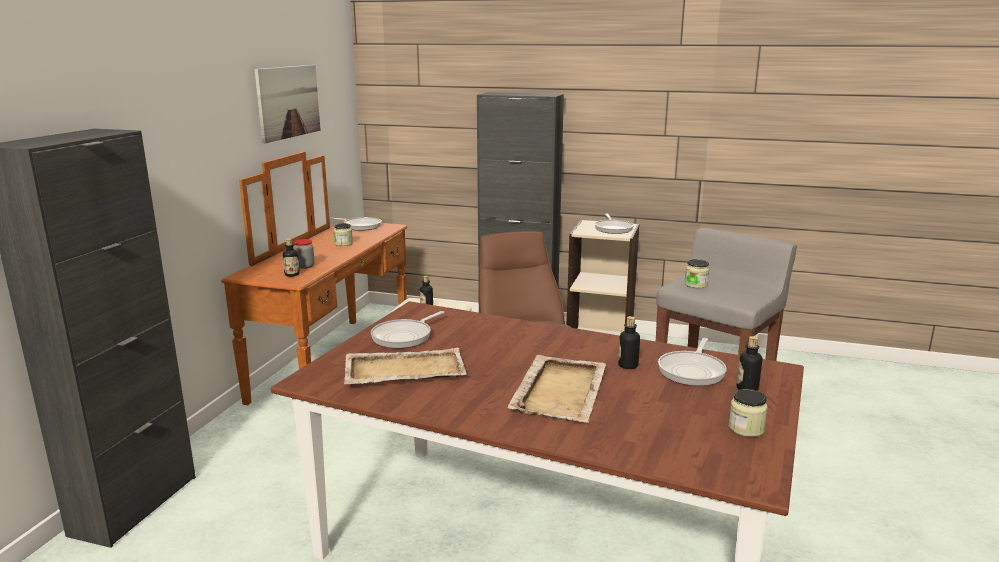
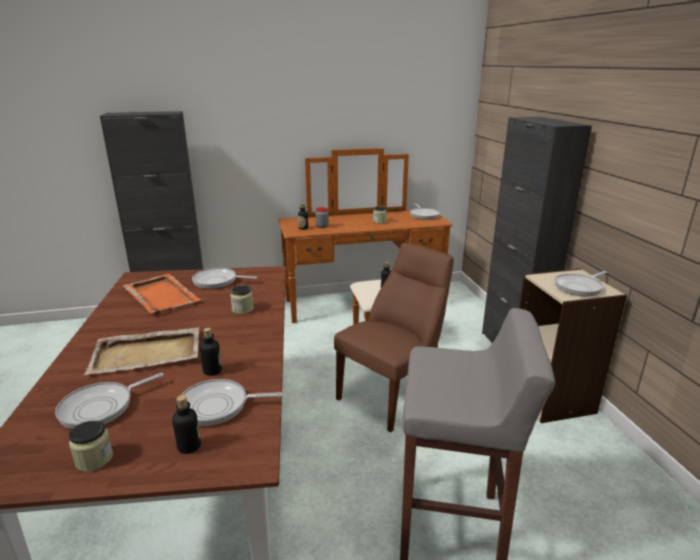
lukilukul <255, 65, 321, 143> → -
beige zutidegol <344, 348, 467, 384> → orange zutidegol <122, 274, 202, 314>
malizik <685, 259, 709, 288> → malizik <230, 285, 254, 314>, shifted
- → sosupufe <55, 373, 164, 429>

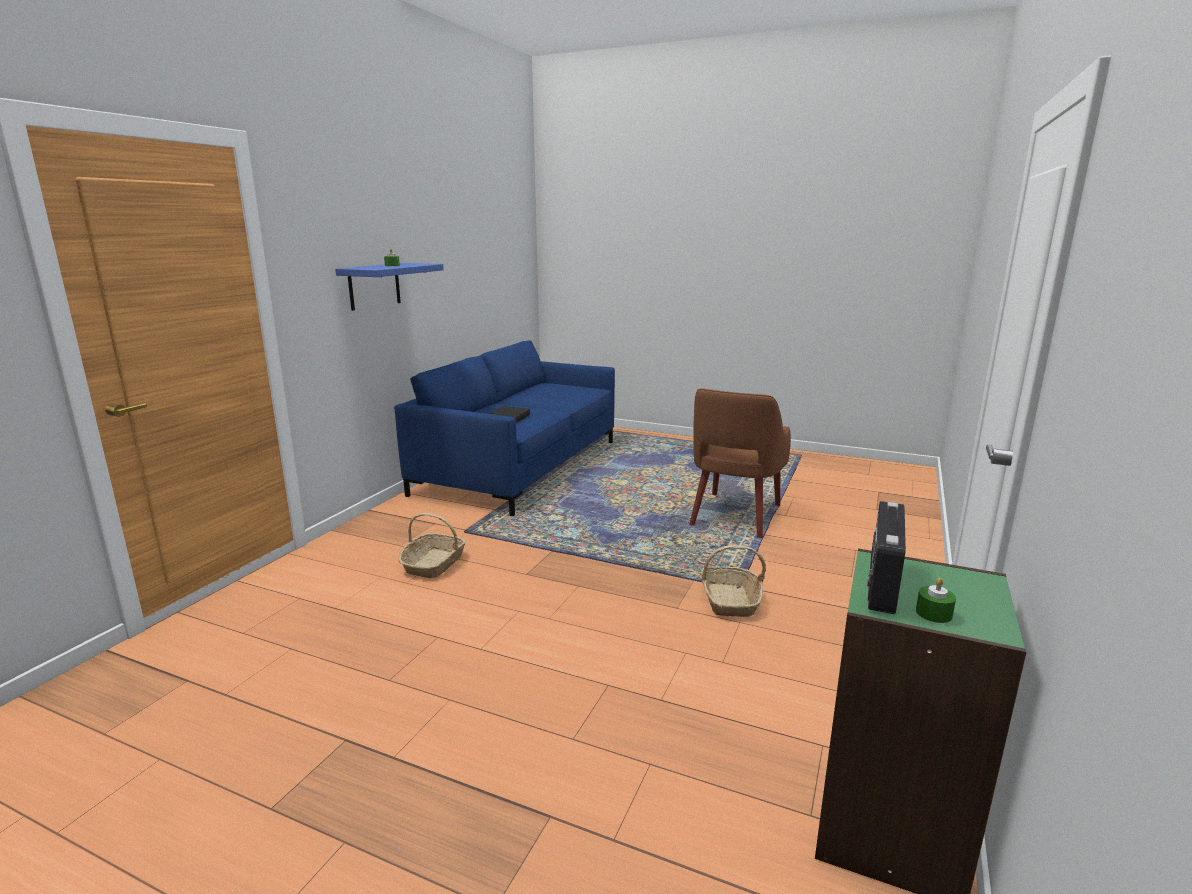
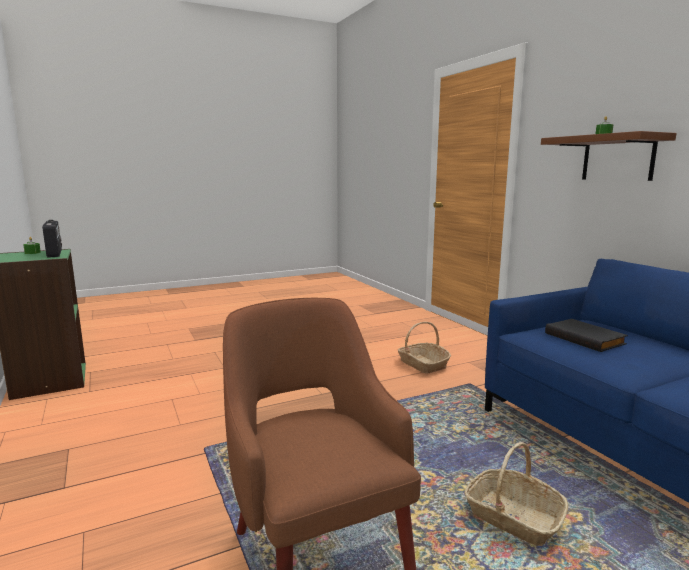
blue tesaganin <335, 263, 444, 311> → brown tesaganin <541, 131, 677, 181>
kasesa <701, 545, 766, 617> → kasesa <464, 442, 568, 546>, shifted

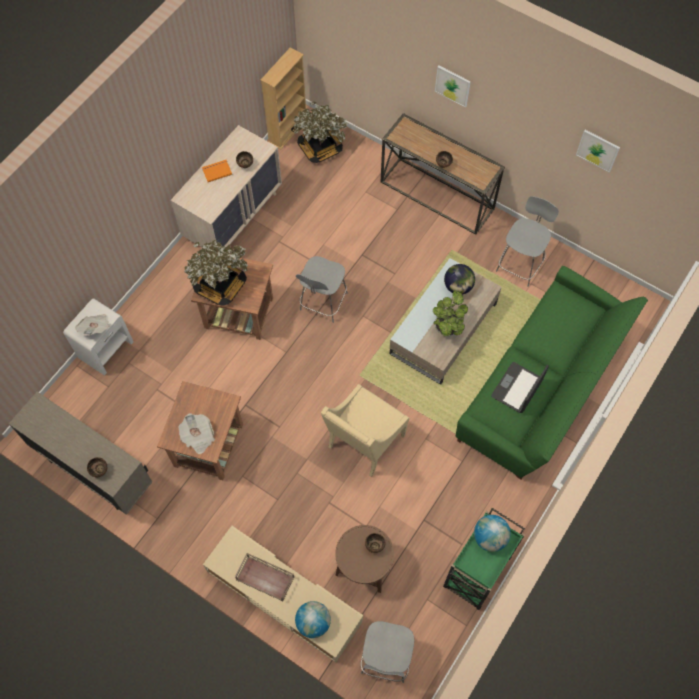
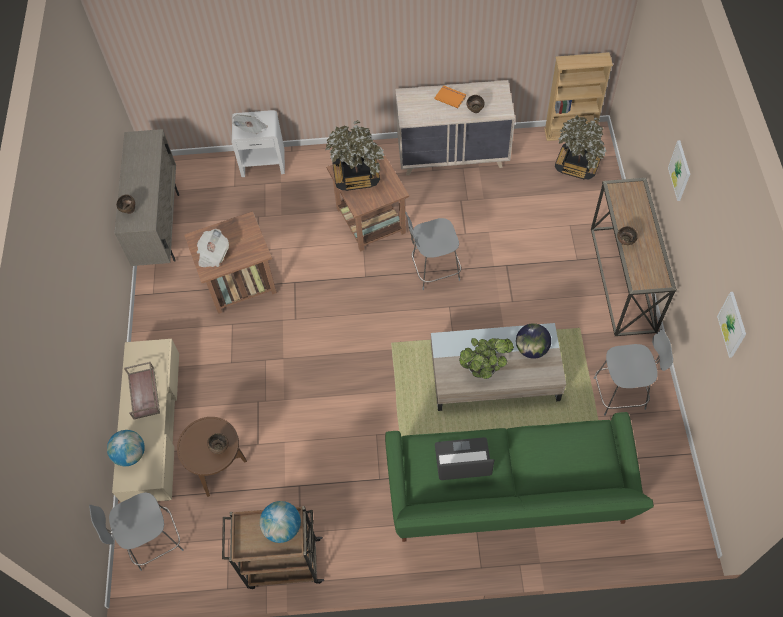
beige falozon <321, 384, 409, 477> → -
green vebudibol <443, 508, 525, 610> → brown vebudibol <222, 506, 324, 589>

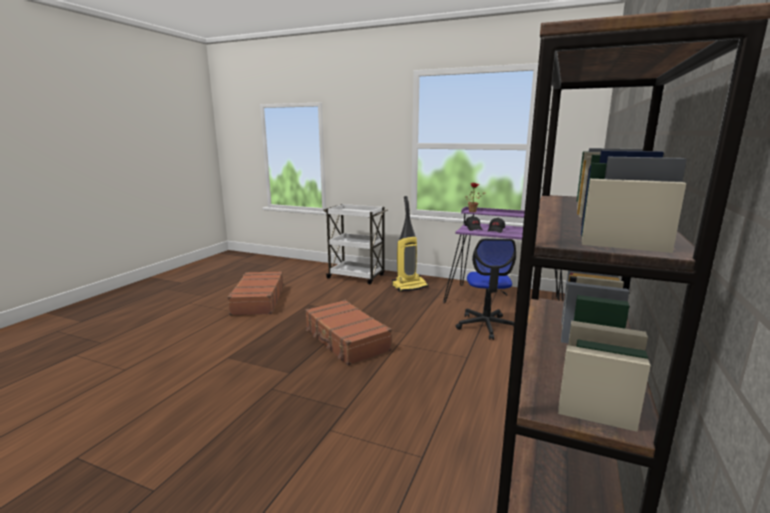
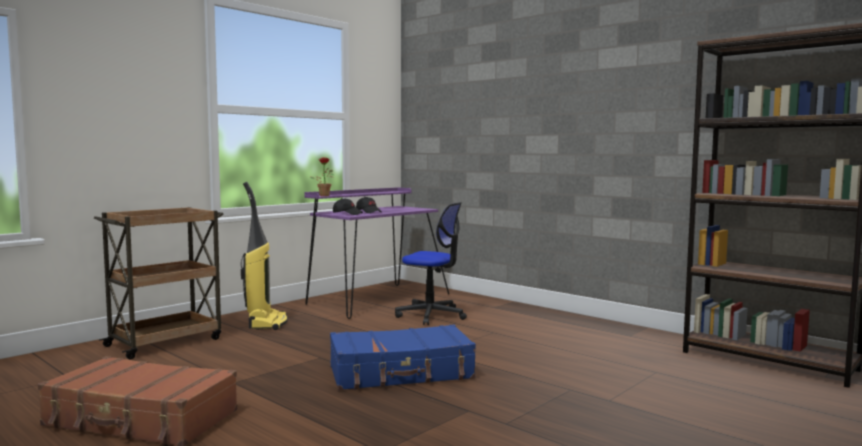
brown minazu <305, 300, 392, 366> → blue minazu <330, 325, 476, 390>
white vebudibol <323, 204, 388, 285> → brown vebudibol <94, 207, 224, 359>

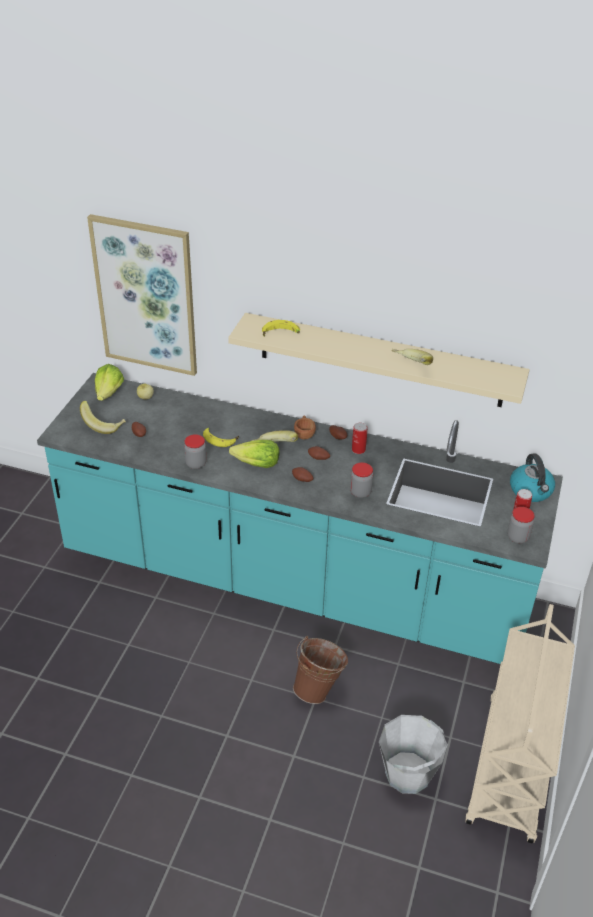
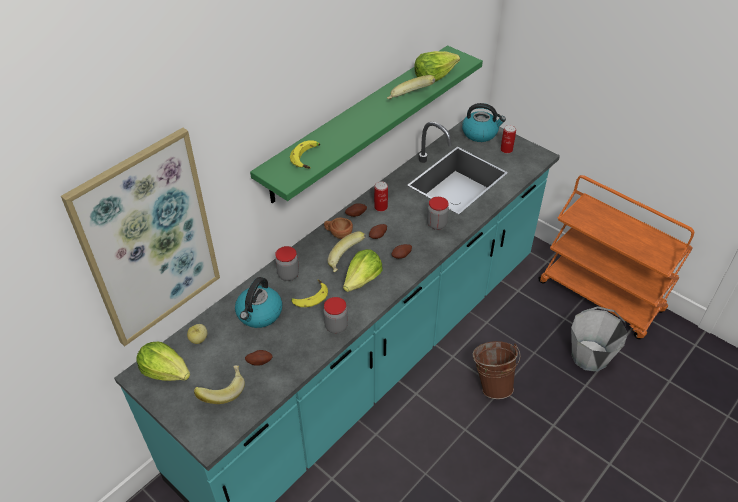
beige tesaganin <228, 313, 530, 407> → green tesaganin <250, 45, 483, 203>
beige vebudibol <465, 604, 575, 844> → orange vebudibol <538, 175, 694, 339>
malizik <507, 507, 535, 543> → malizik <275, 246, 299, 281>, shifted
- → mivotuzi <235, 277, 282, 328>
- → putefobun <414, 51, 460, 82>

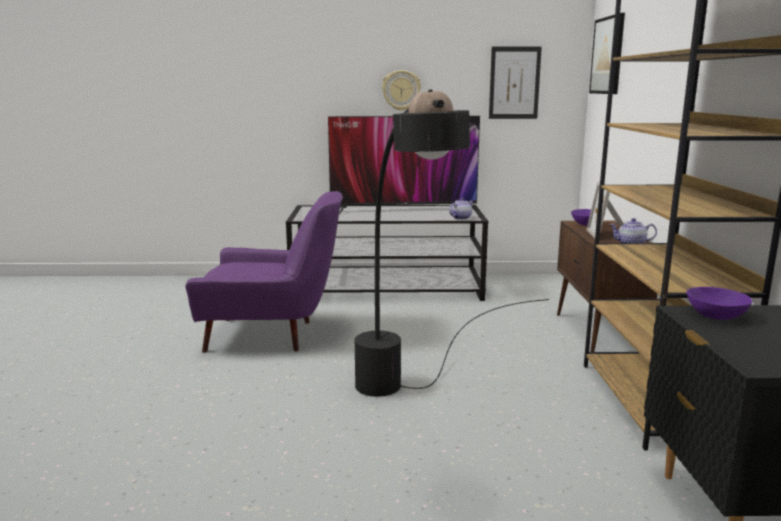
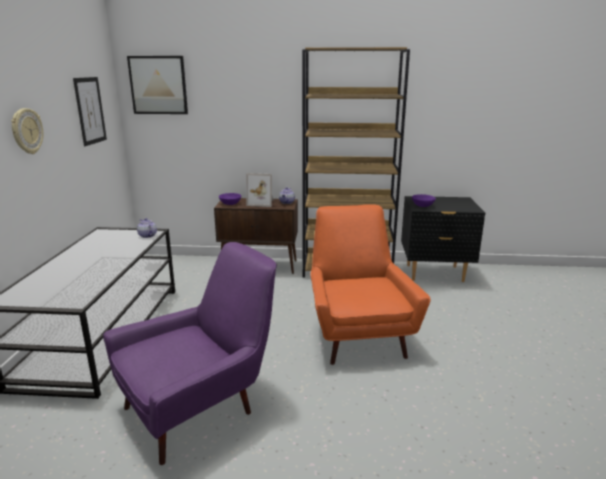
purple falozon <186, 191, 343, 353> → purple falozon <103, 242, 277, 465>, 45 degrees clockwise
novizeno <328, 116, 480, 215> → -
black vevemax <355, 90, 549, 397> → orange falozon <310, 204, 431, 365>

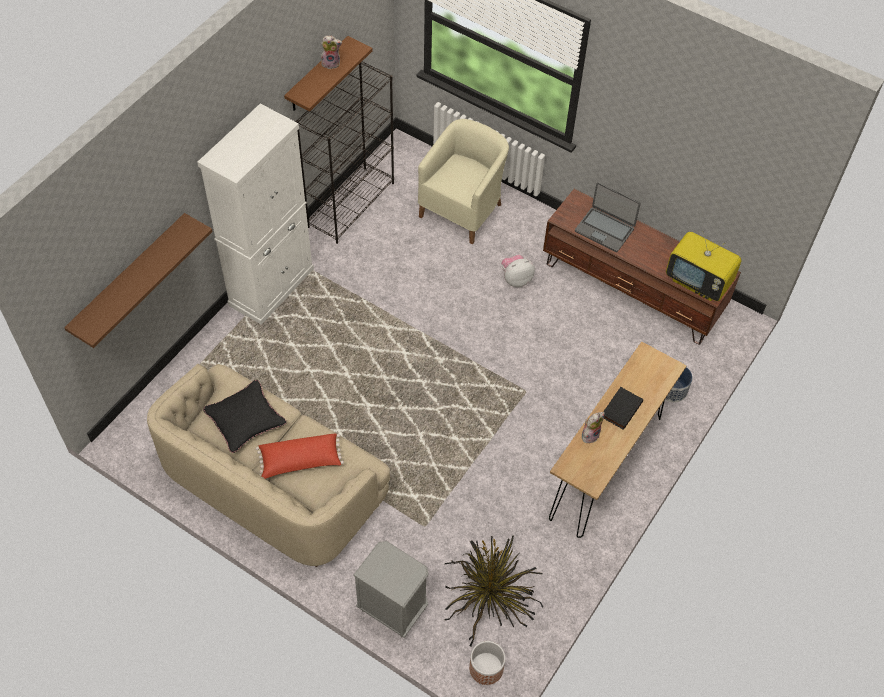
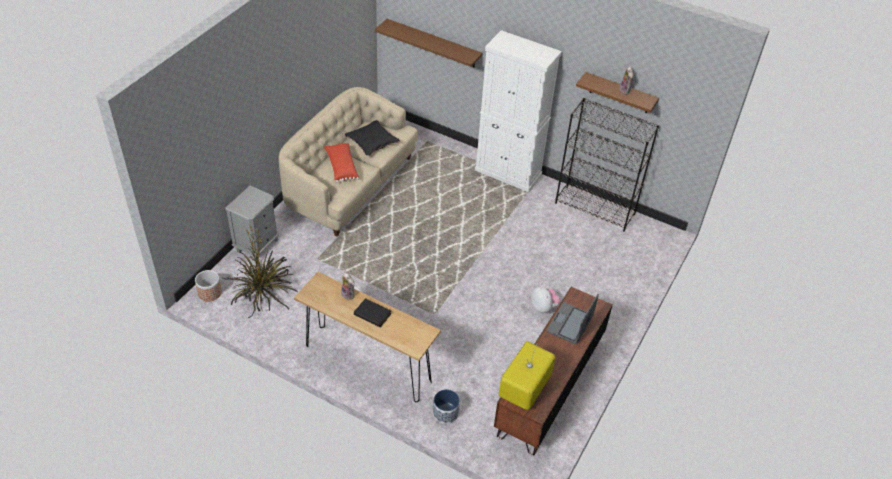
beige falozon <418, 119, 509, 245> → -

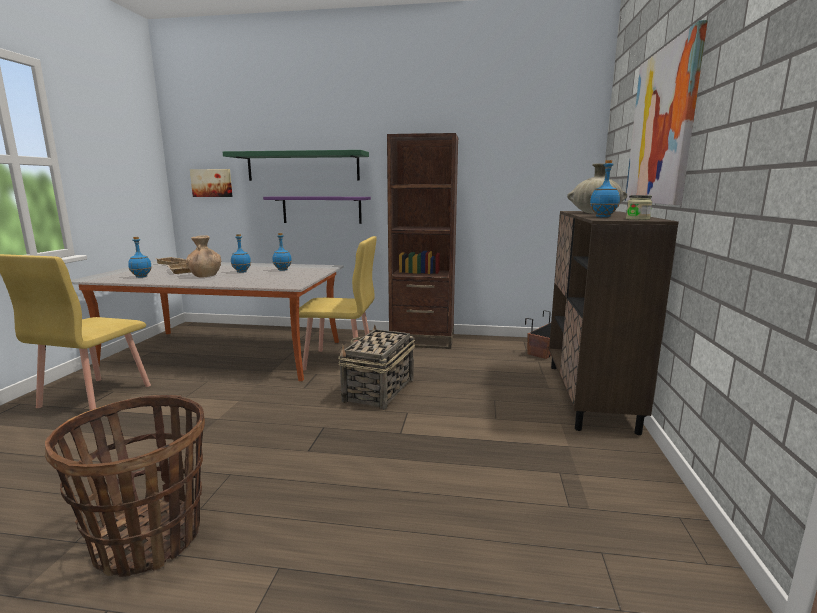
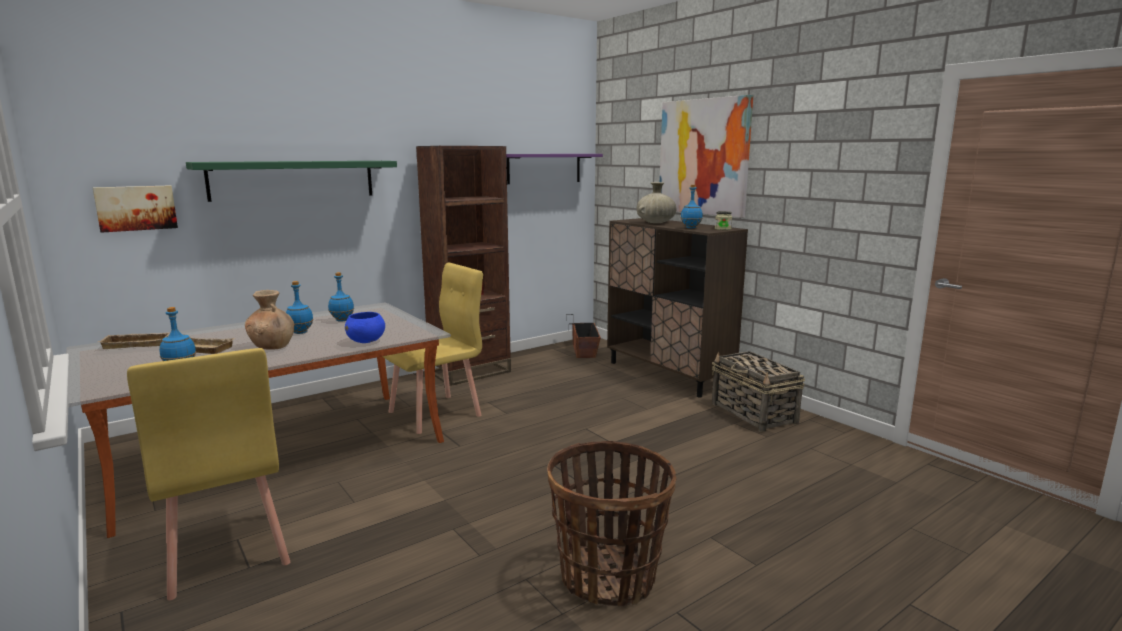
purple tesaganin <263, 196, 371, 224> → purple tesaganin <506, 154, 603, 184>, shifted
kasesa <338, 325, 415, 410> → kasesa <712, 351, 805, 432>, shifted
- → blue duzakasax <345, 312, 385, 343>

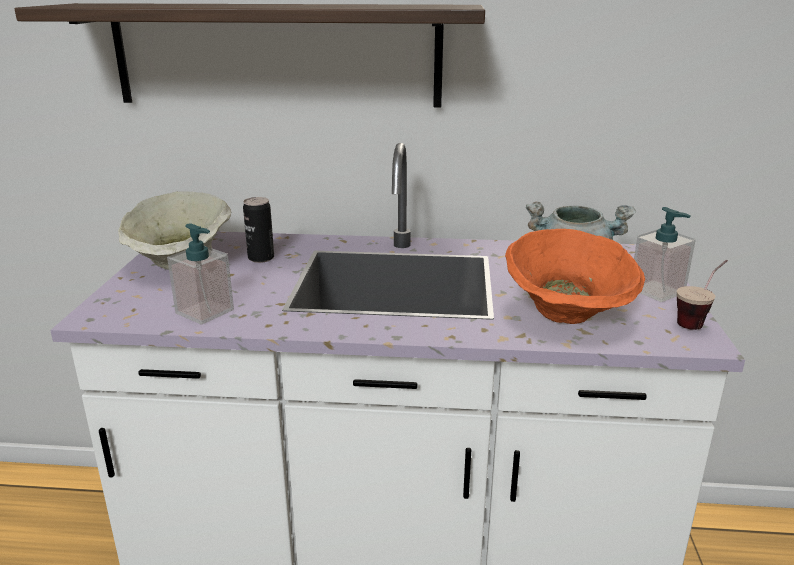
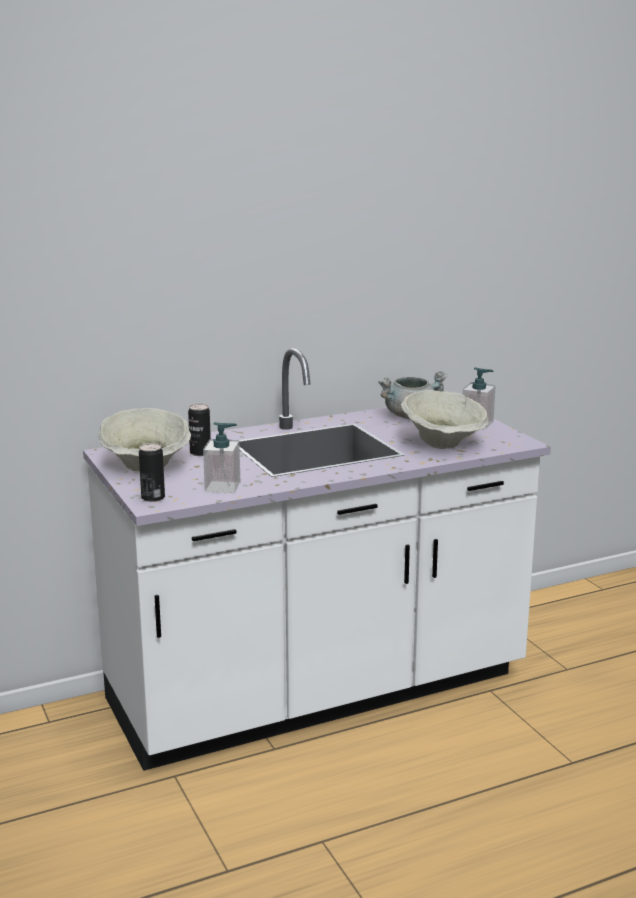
tesaganin <14, 3, 485, 107> → -
orange duzakasax <505, 229, 645, 324> → beige duzakasax <401, 390, 488, 449>
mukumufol <677, 260, 728, 330> → -
- → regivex <139, 443, 165, 502>

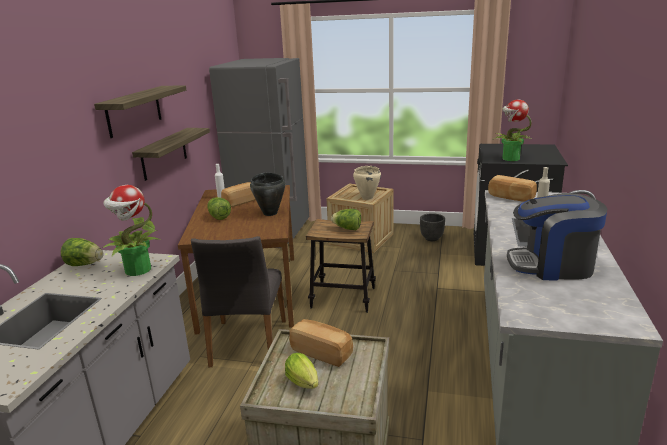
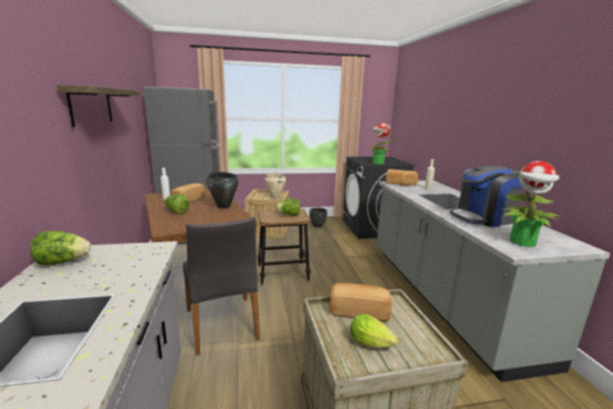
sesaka <103, 185, 161, 276> → sesaka <501, 161, 560, 247>, shifted
tesaganin <132, 128, 210, 181> → -

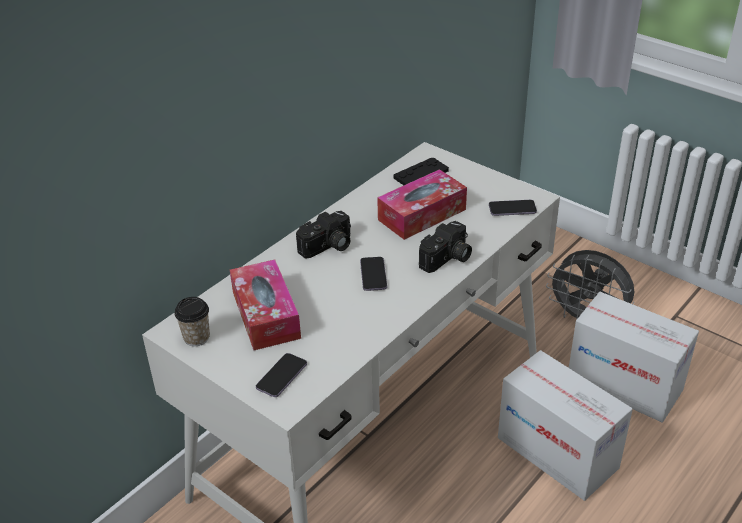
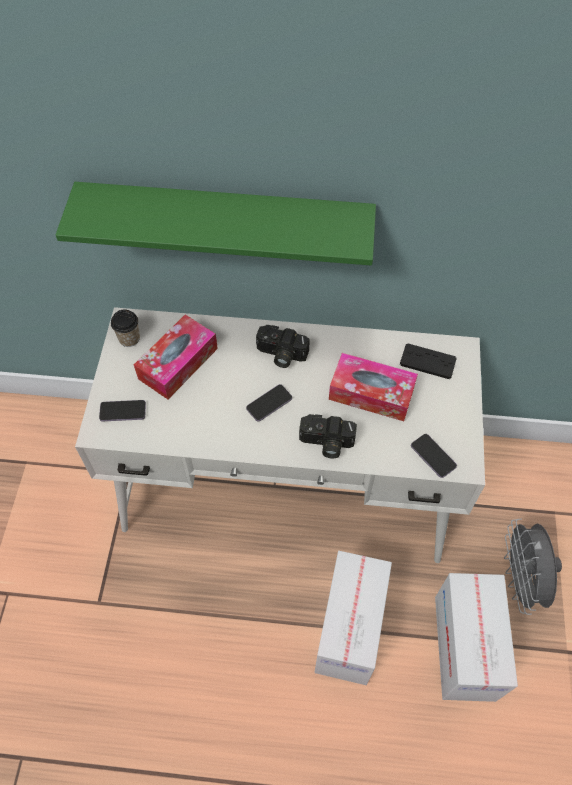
- → green tesaganin <56, 182, 376, 265>

